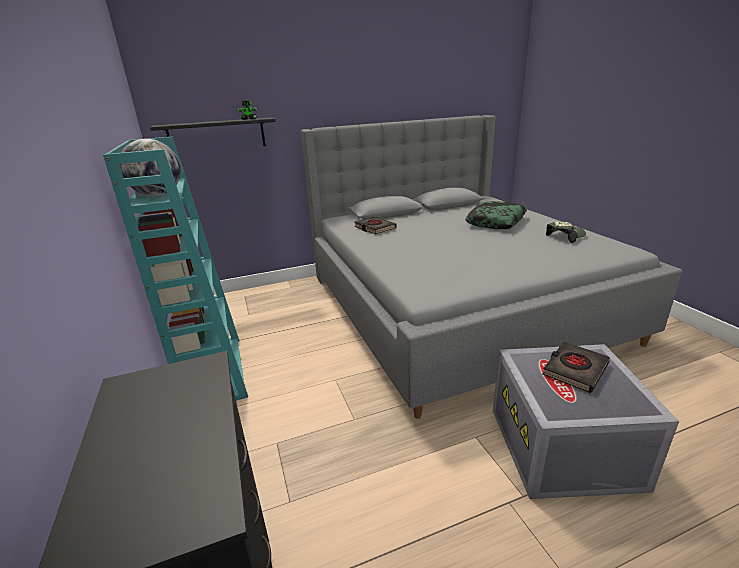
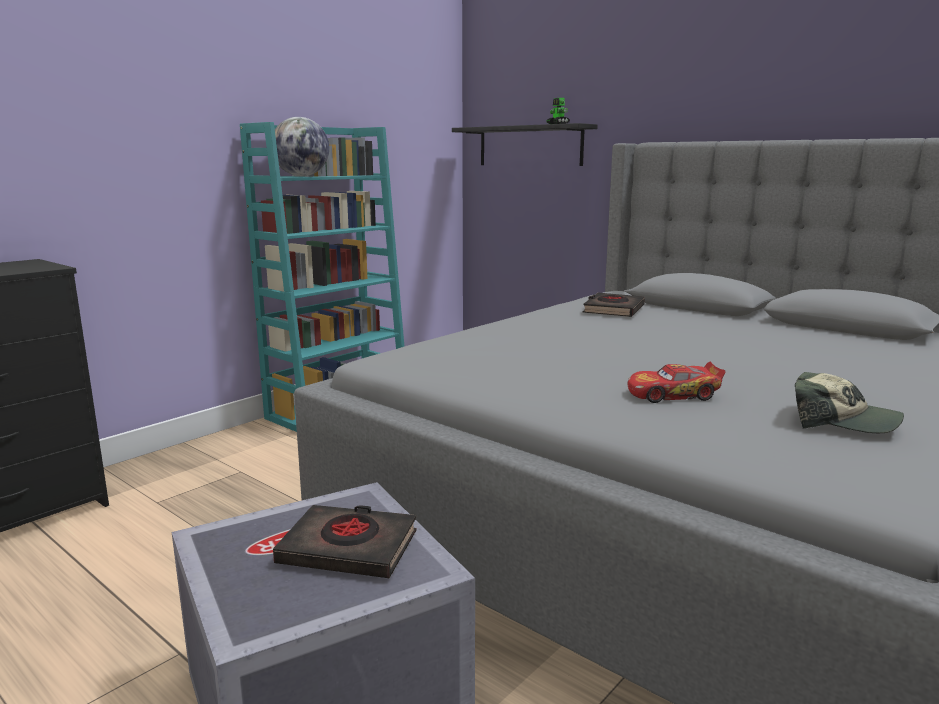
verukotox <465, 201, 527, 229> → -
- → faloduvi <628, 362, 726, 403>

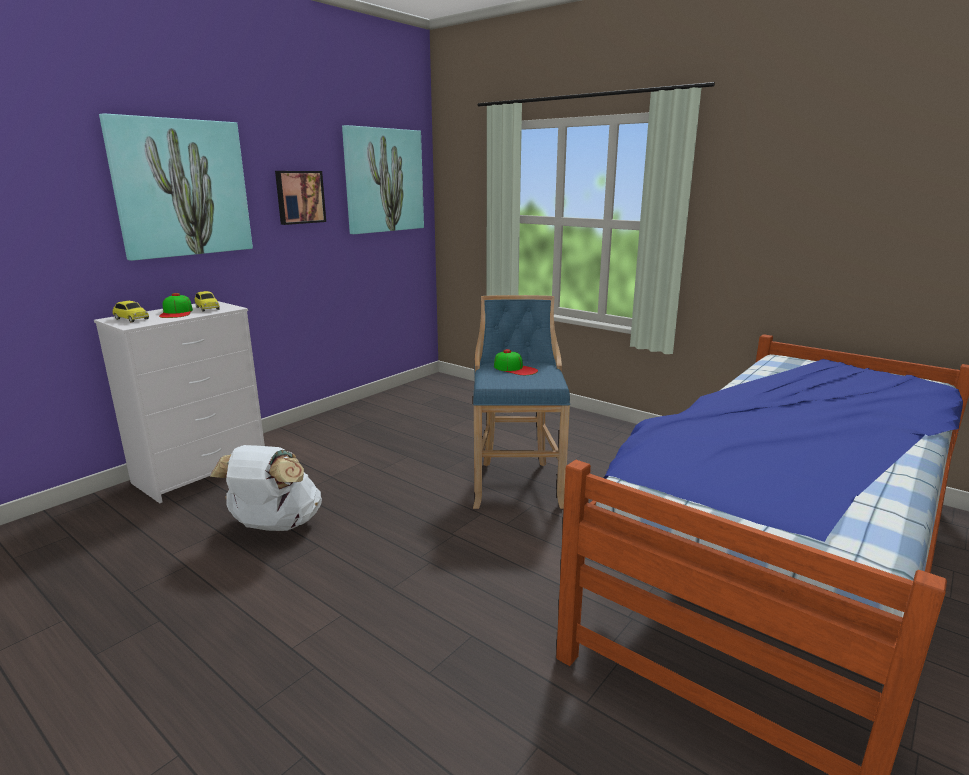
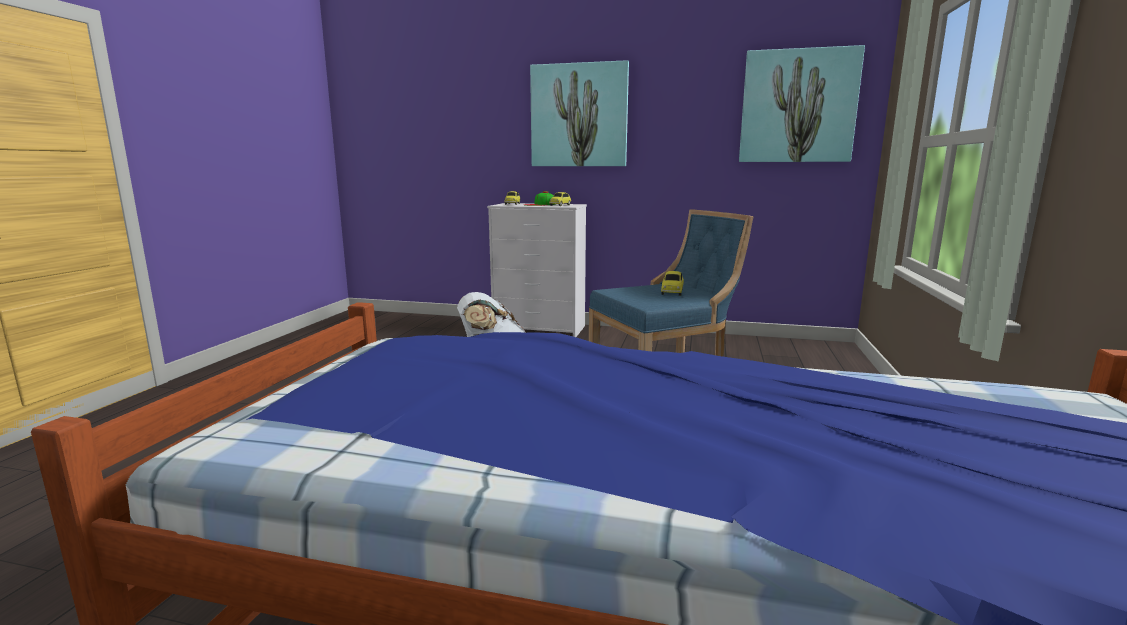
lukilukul <275, 171, 326, 225> → -
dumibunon <494, 349, 538, 375> → faloduvi <661, 271, 684, 296>

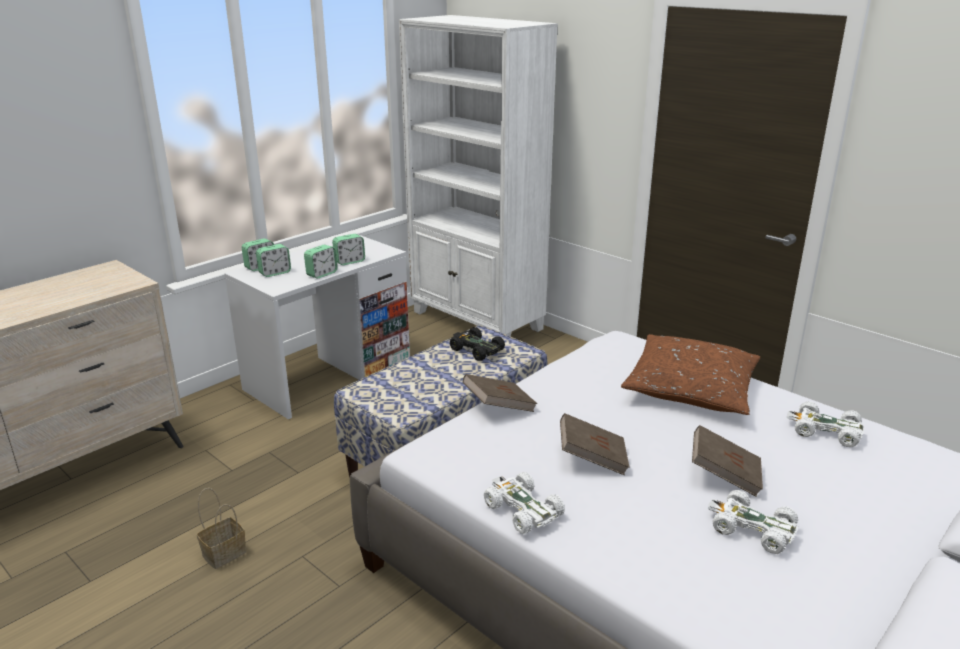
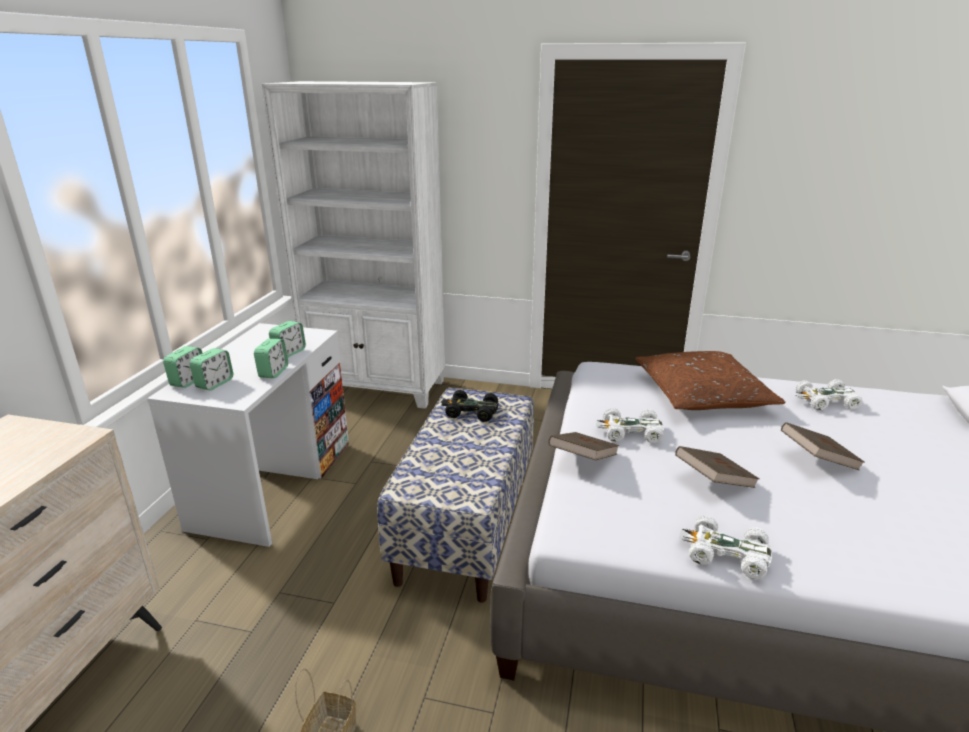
white faloduvi <708, 490, 798, 554> → white faloduvi <596, 408, 664, 443>, shifted

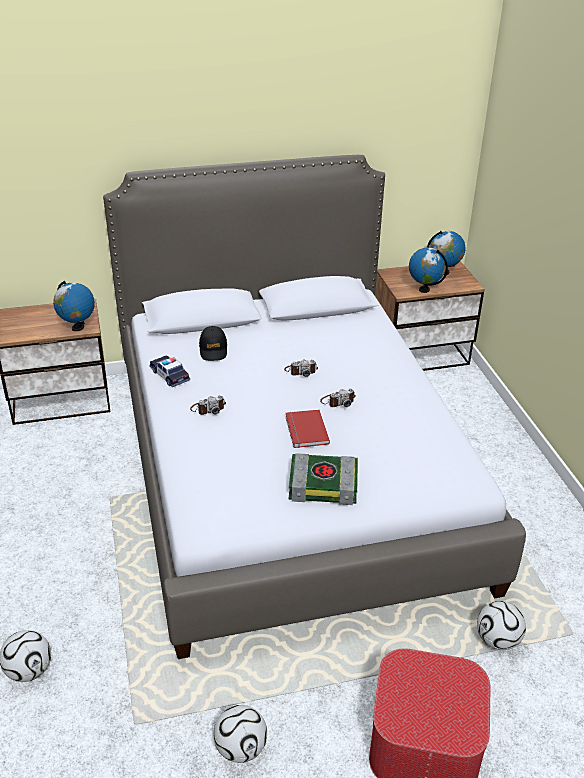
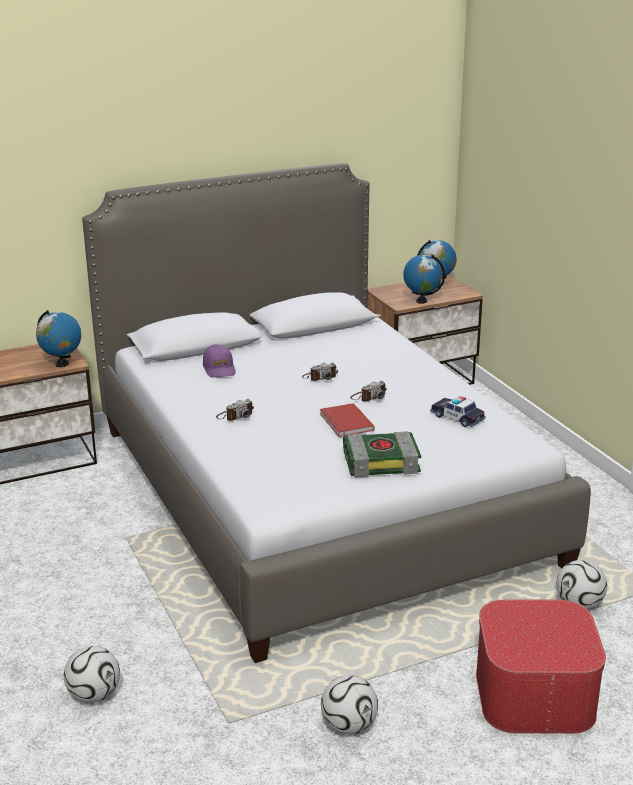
faloduvi <149, 355, 190, 387> → faloduvi <430, 396, 485, 427>, shifted
black dumibunon <199, 326, 227, 361> → purple dumibunon <203, 344, 236, 378>

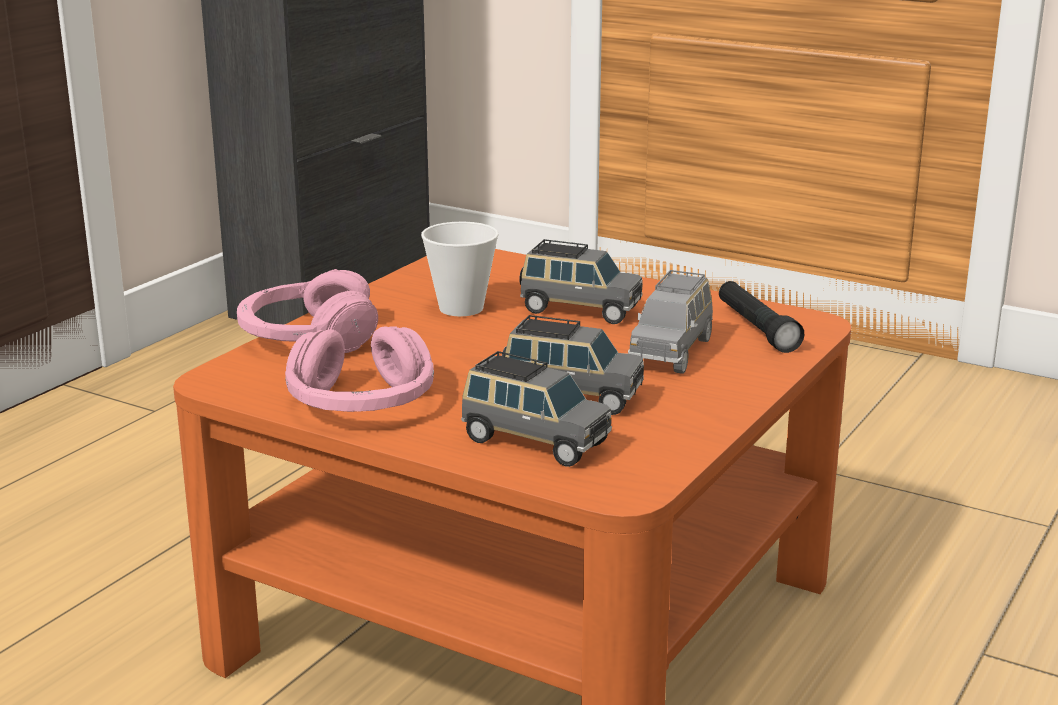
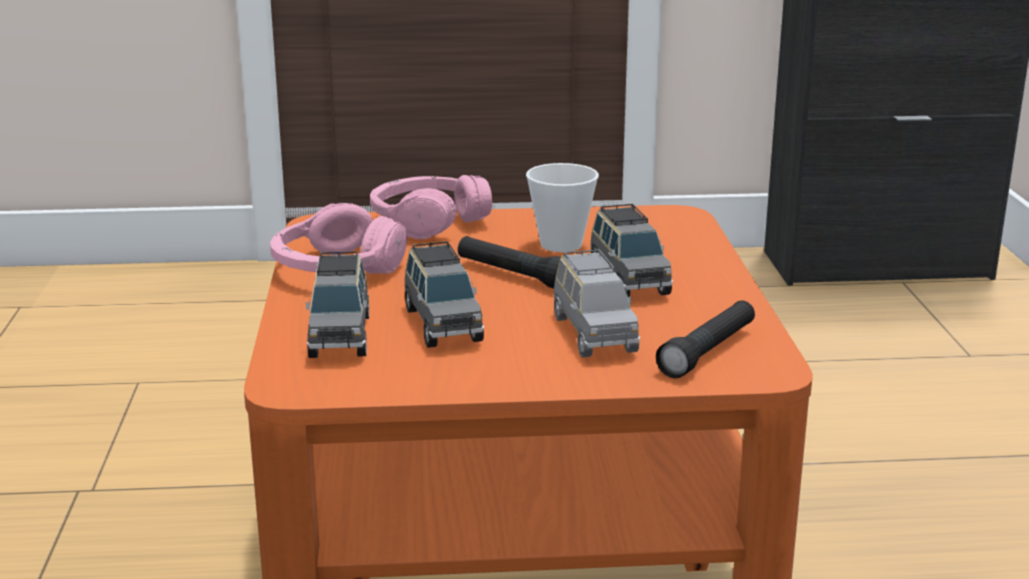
grey faloduvi <628, 270, 713, 374> → grey faloduvi <553, 249, 640, 358>, 90 degrees counterclockwise
- → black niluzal <458, 236, 561, 288>

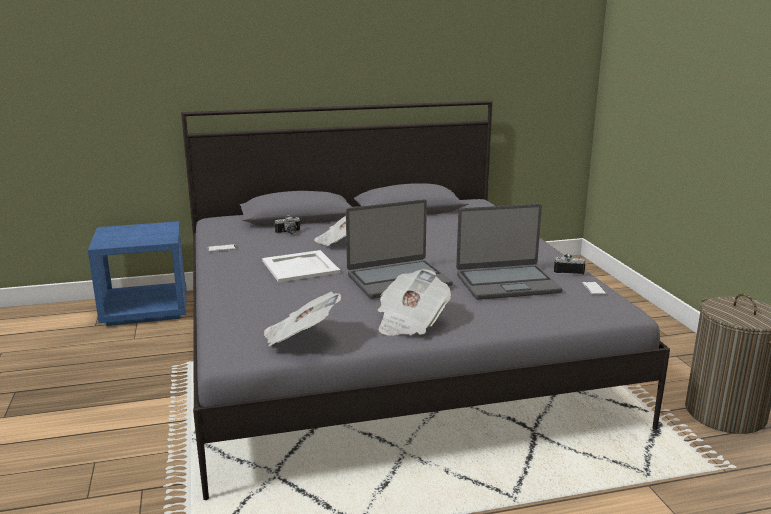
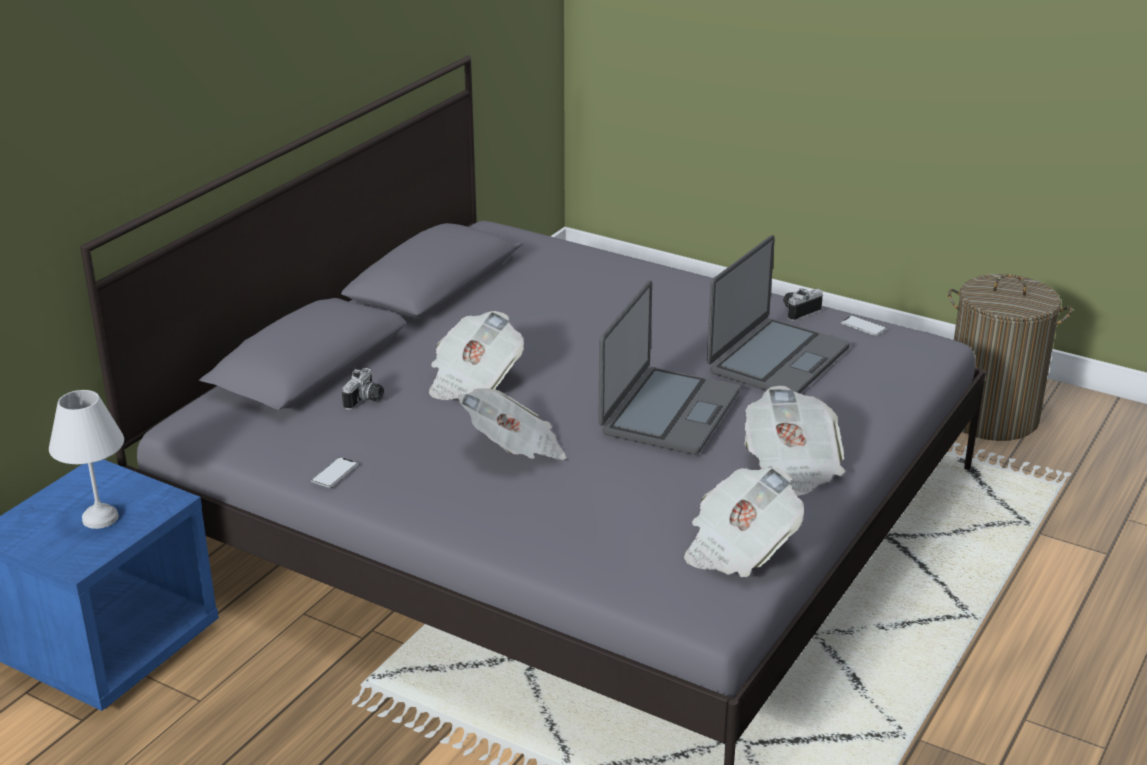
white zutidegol <262, 250, 340, 282> → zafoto <458, 388, 567, 460>
- → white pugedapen <49, 390, 124, 529>

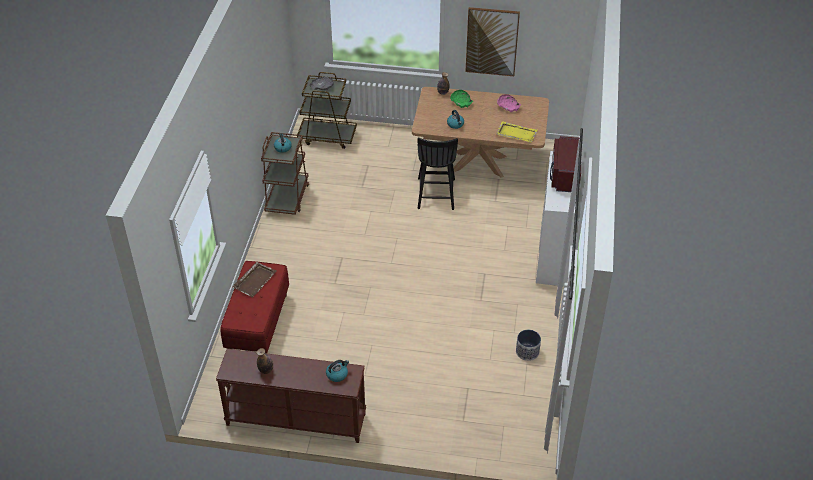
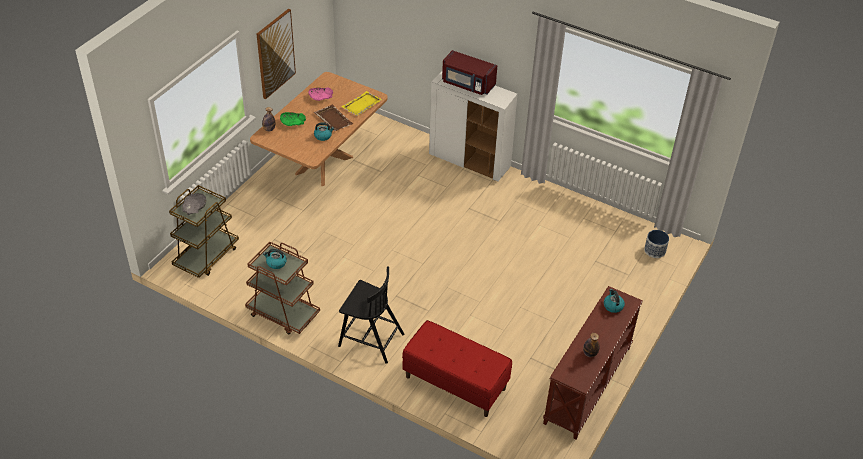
brown zutidegol <232, 262, 276, 298> → brown zutidegol <314, 104, 354, 131>, shifted
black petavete <417, 137, 458, 210> → black petavete <338, 266, 405, 364>, shifted
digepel <516, 330, 541, 361> → digepel <644, 230, 669, 258>, shifted

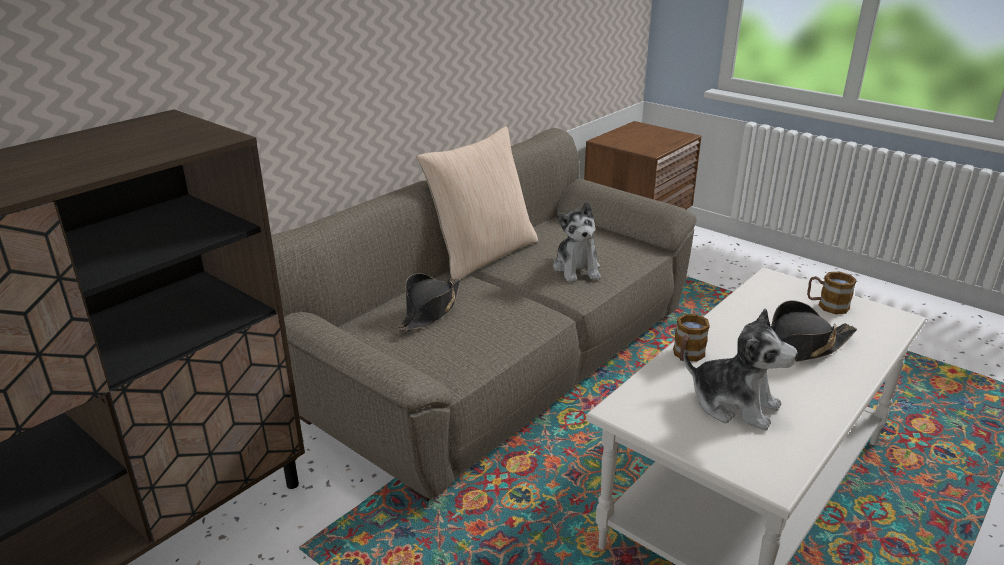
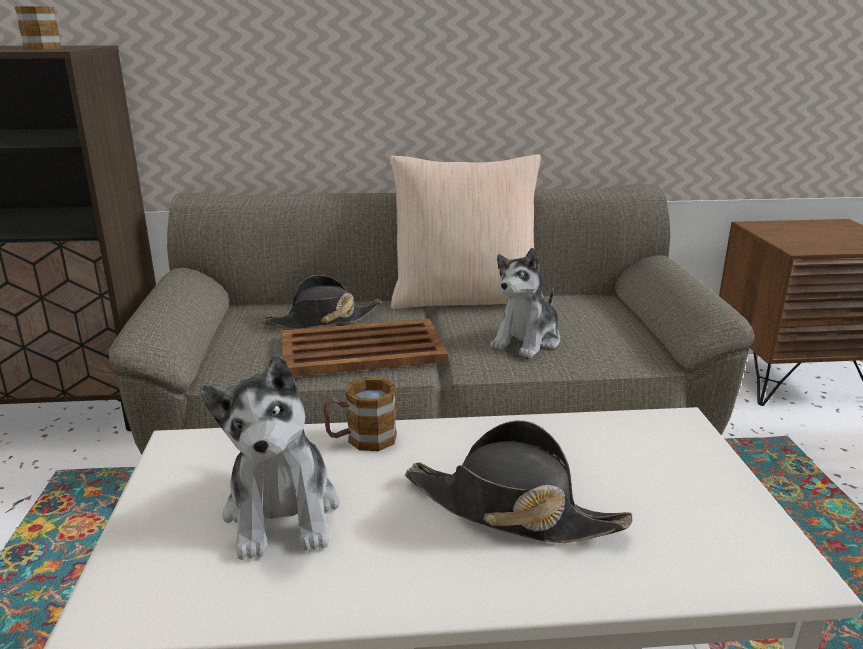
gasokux <807, 271, 857, 314> → gasokux <15, 7, 62, 50>, shifted
- → brown zutidegol <282, 319, 448, 376>

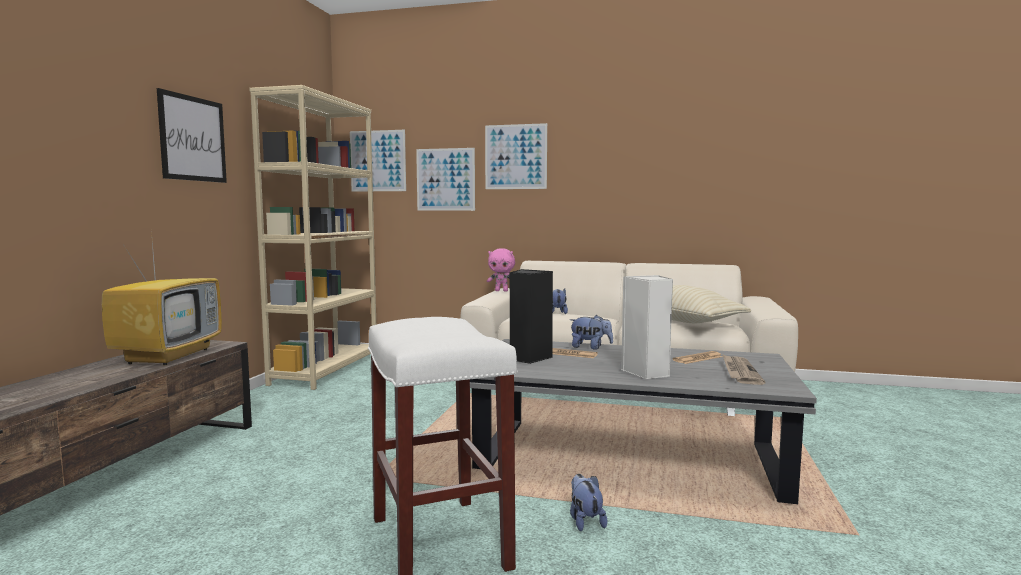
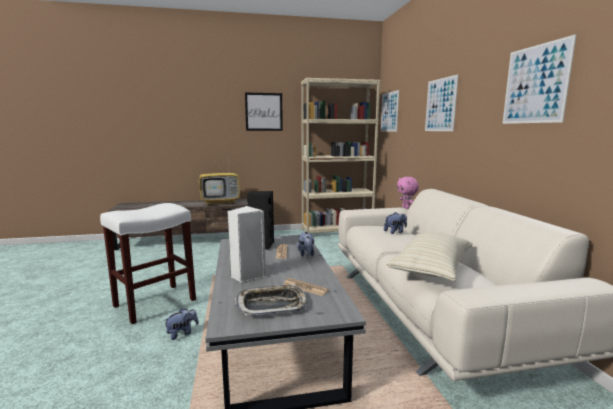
lukilukul <416, 148, 475, 211> → lukilukul <502, 34, 577, 124>, shifted
zafoto <723, 355, 765, 385> → zutidegol <235, 284, 308, 316>

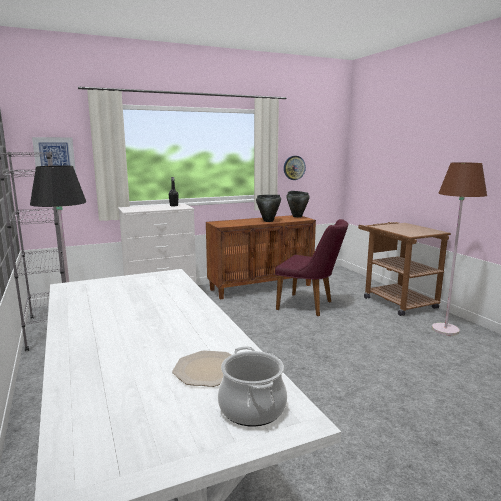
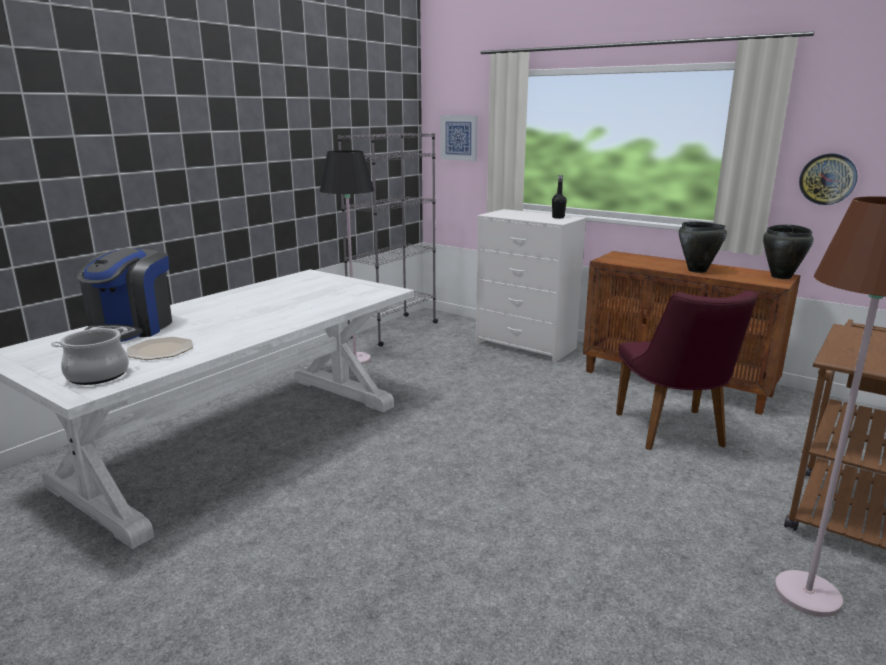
- → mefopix <77, 248, 172, 342>

